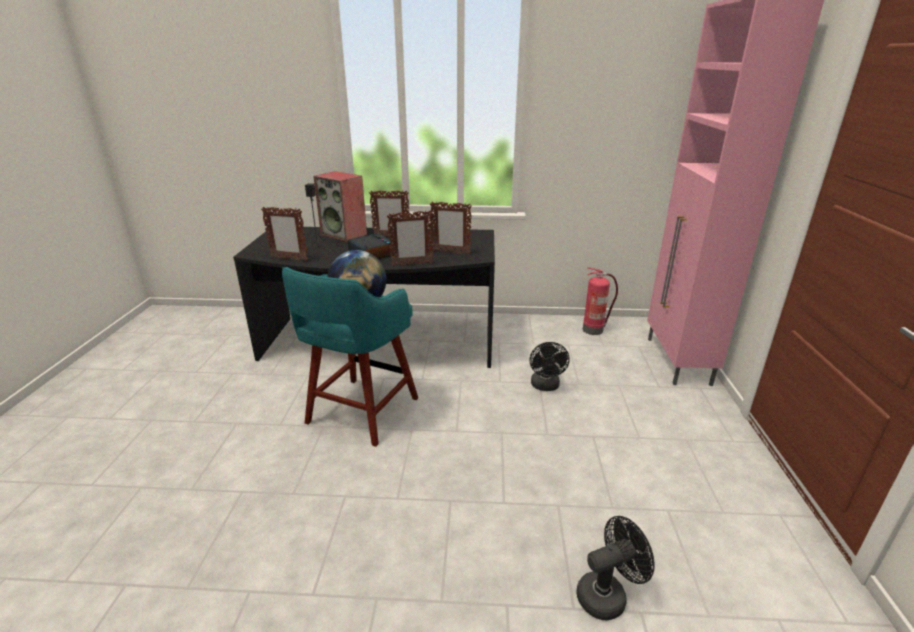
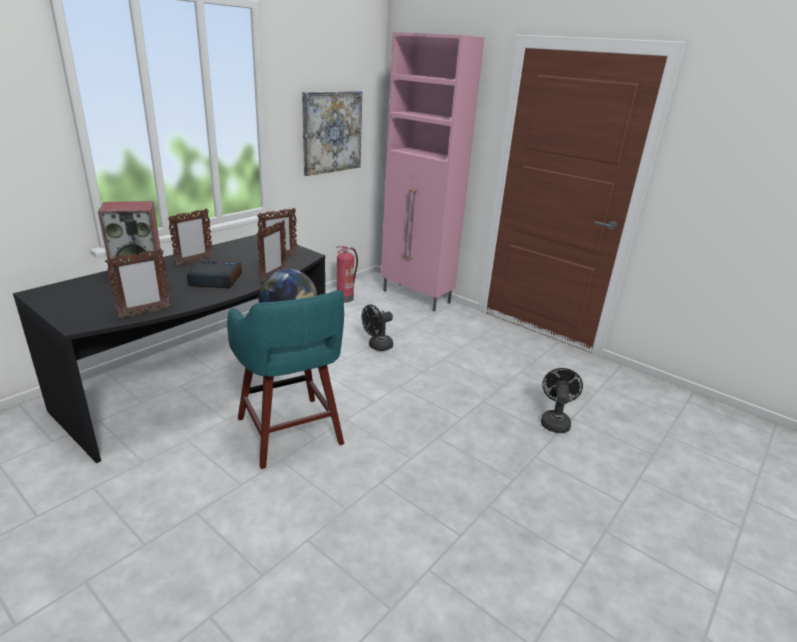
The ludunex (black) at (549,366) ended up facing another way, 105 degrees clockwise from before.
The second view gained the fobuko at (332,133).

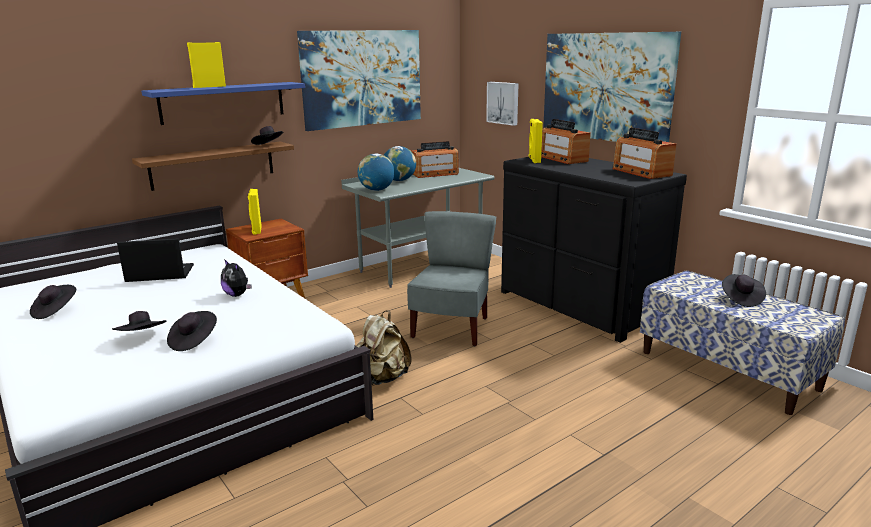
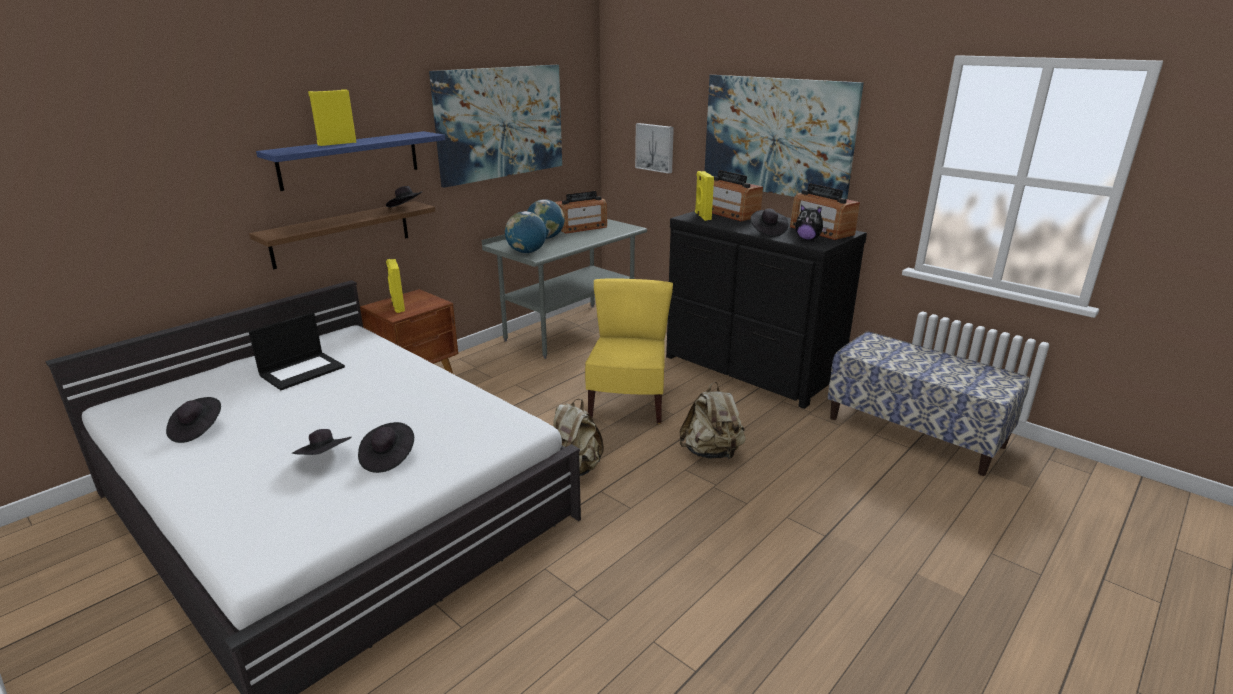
The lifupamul at (155,260) ended up facing another way, 150 degrees clockwise from before.
The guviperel ended up elsewhere, having gone from (236,278) to (811,222).
What was the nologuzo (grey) at (451,278) turned into the nologuzo (yellow) at (629,351).
The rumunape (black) ended up elsewhere, having gone from (744,290) to (769,222).
The second view gained the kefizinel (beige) at (712,420).

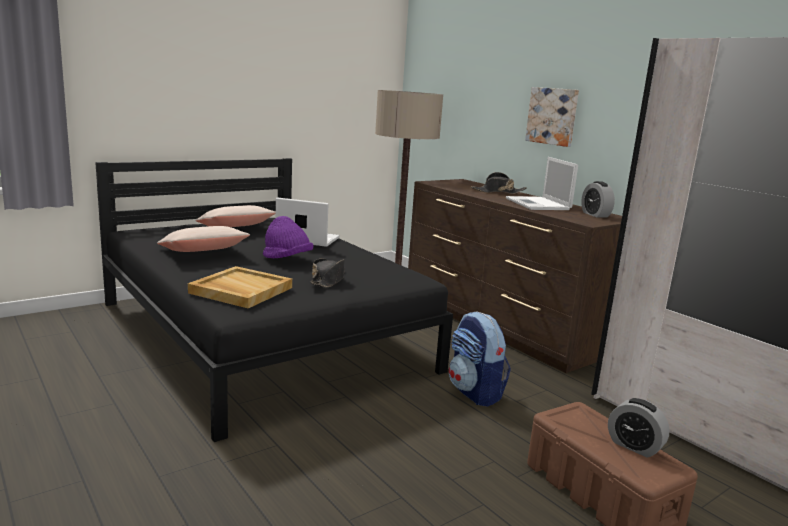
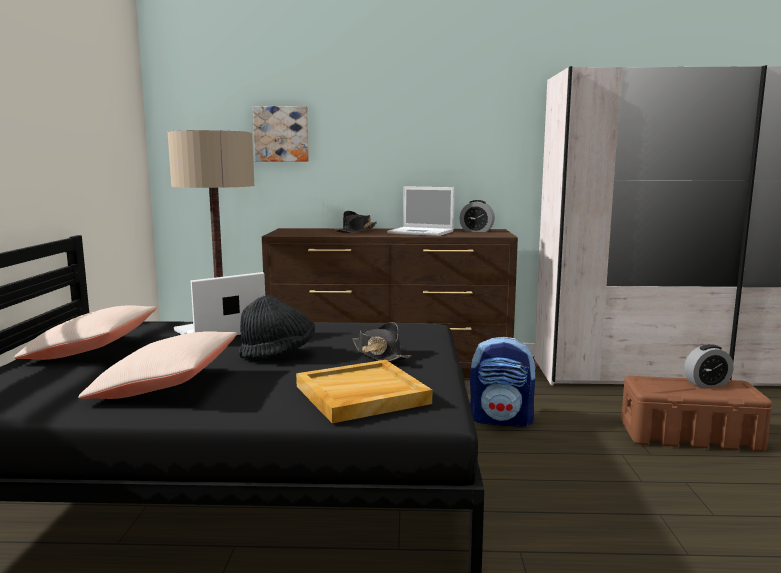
What was the rumunape (purple) at (288,237) turned into the rumunape (black) at (277,327).
The fobuko ended up elsewhere, having gone from (552,117) to (281,134).

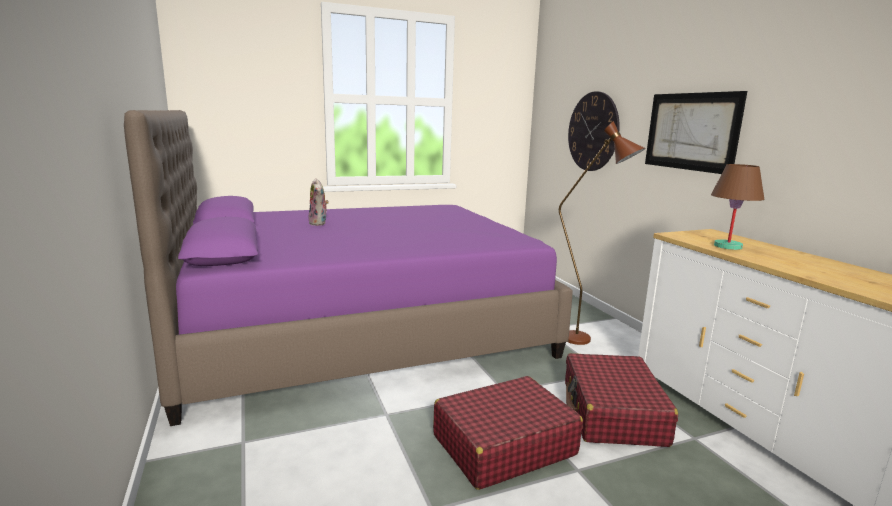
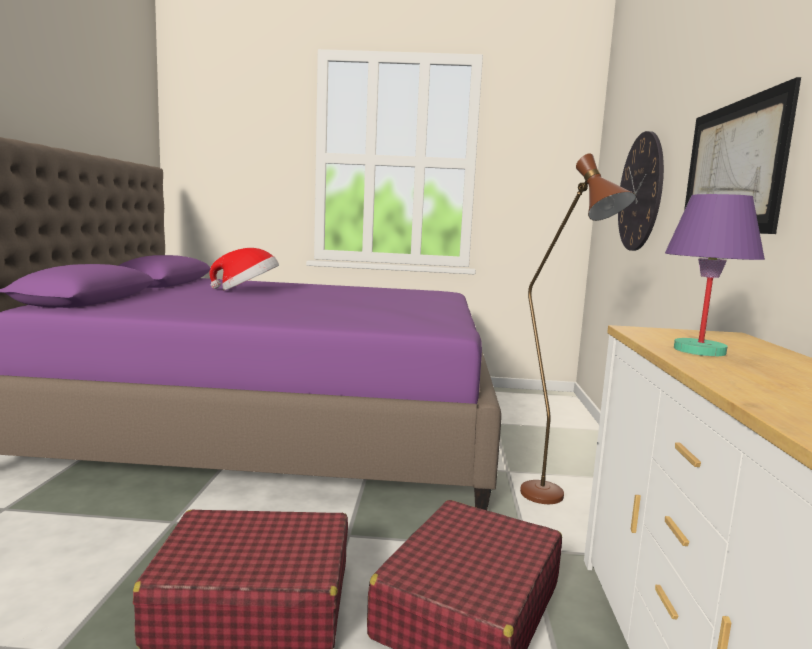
Where the guviperel stood at (319,202), the rumunape came to stand at (244,269).
What was the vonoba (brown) at (737,207) turned into the vonoba (purple) at (715,275).

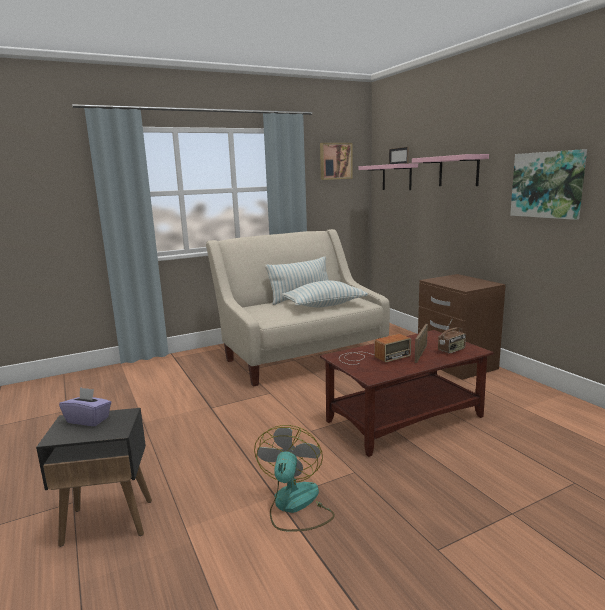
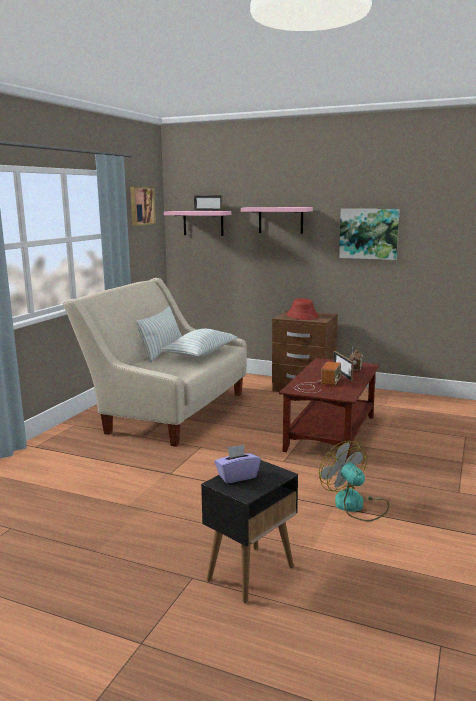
The second view gained the rumunape (red) at (303,309).

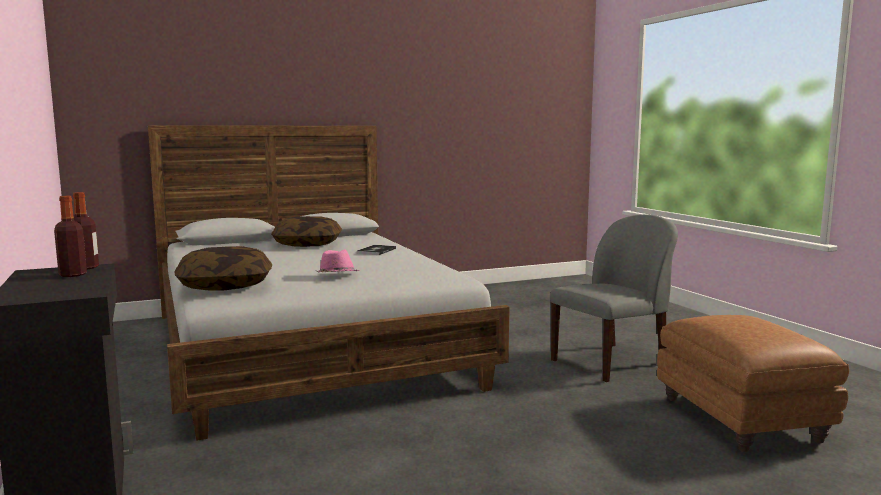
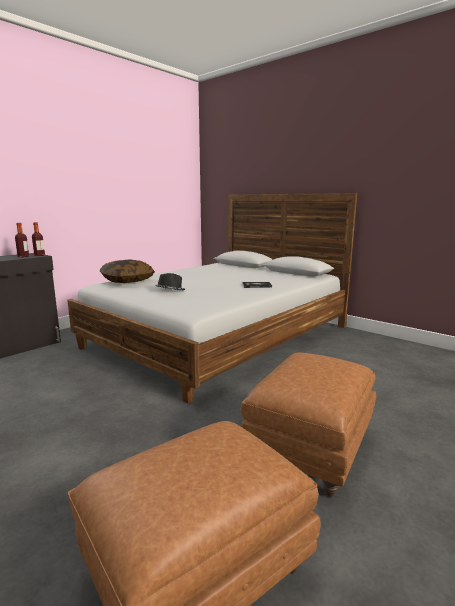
The second view lost the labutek at (306,231).
What was the rumunape (pink) at (337,260) turned into the rumunape (black) at (170,281).
Where the nologuzo (grey) stood at (614,298), the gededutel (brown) came to stand at (308,425).

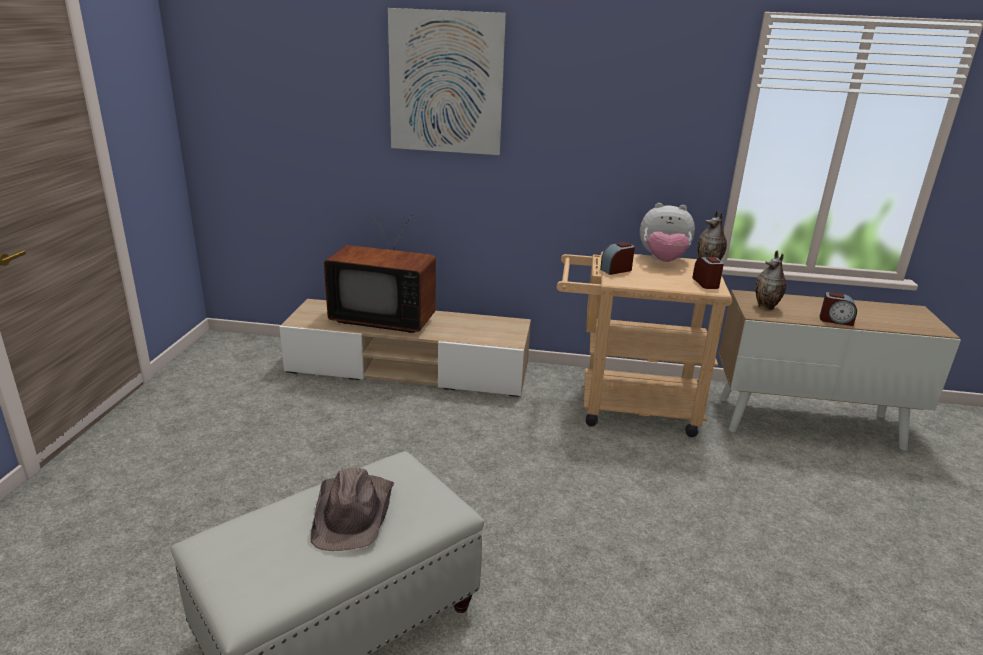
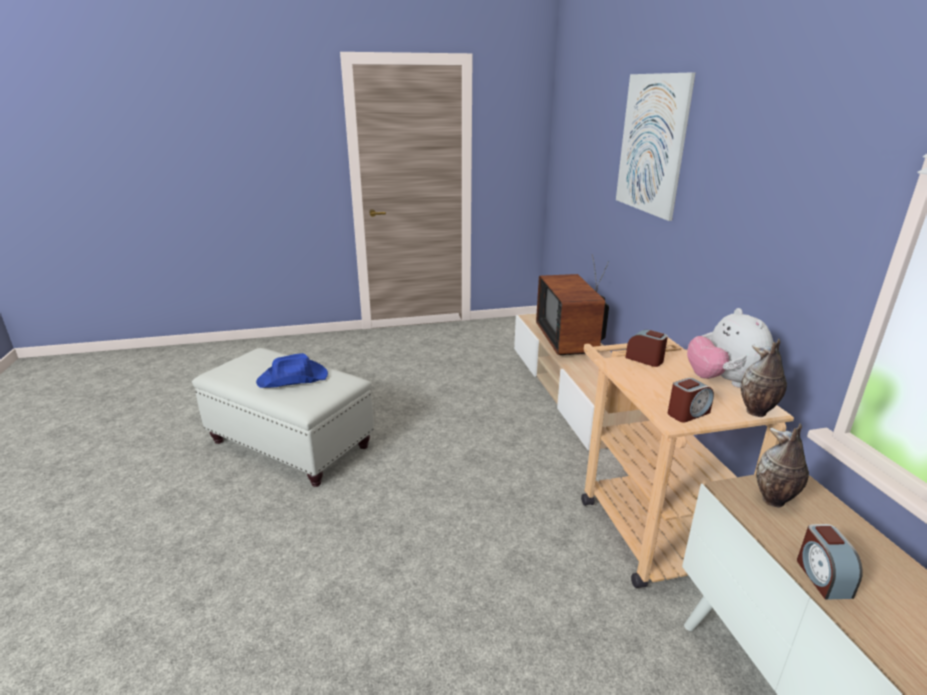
What was the rumunape (brown) at (352,509) turned into the rumunape (blue) at (292,370).

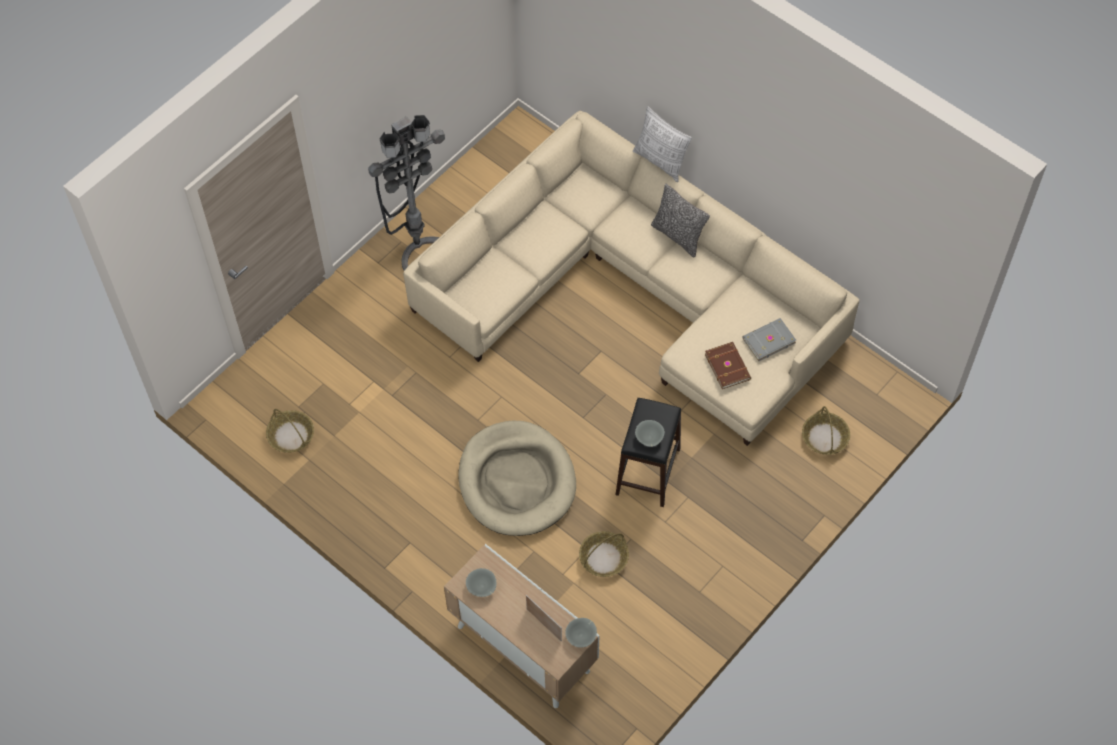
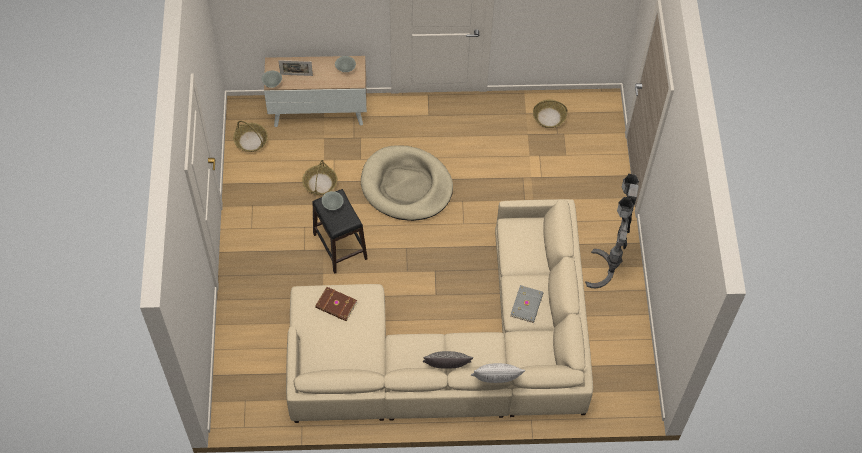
The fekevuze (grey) ended up elsewhere, having gone from (769,339) to (527,304).
The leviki ended up elsewhere, having gone from (826,430) to (250,136).

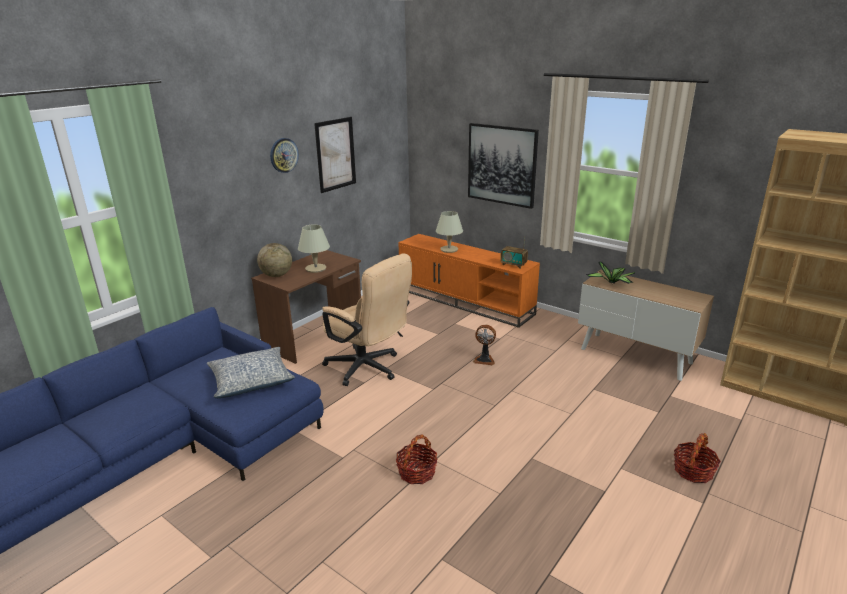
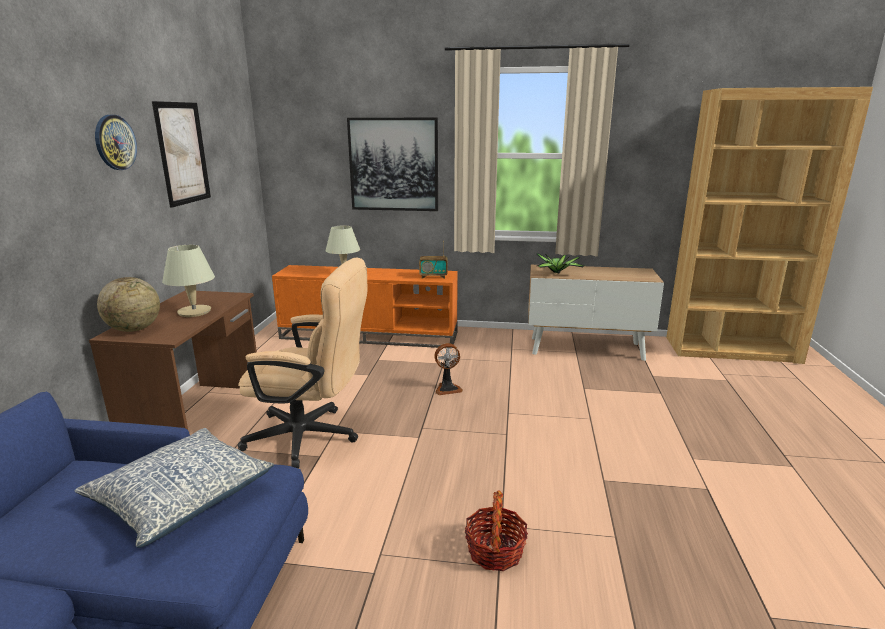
The second view lost the leviki at (697,458).

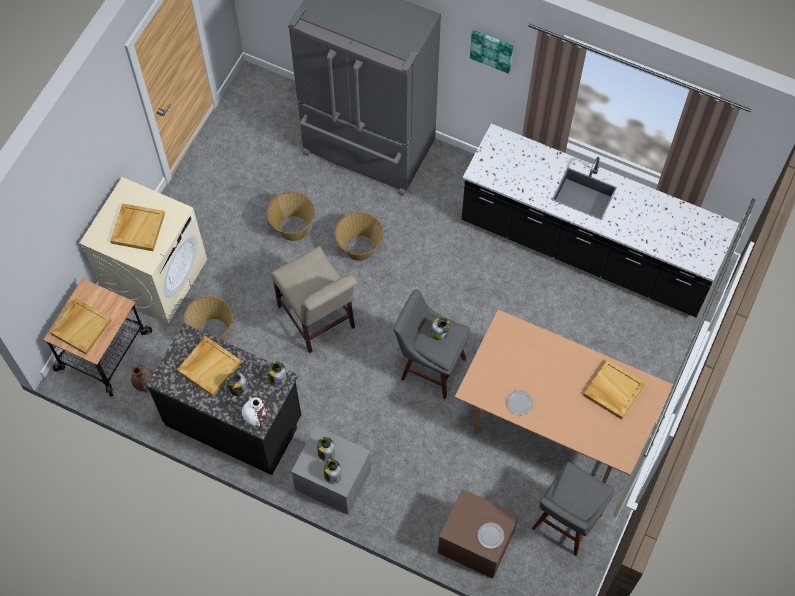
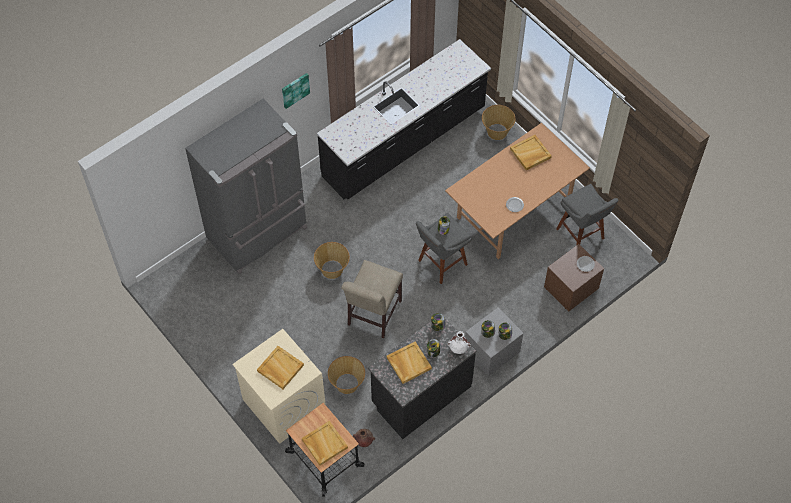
The leviki ended up elsewhere, having gone from (291,216) to (498,122).
The nologuzo (beige) at (314,299) ended up facing another way, 120 degrees clockwise from before.

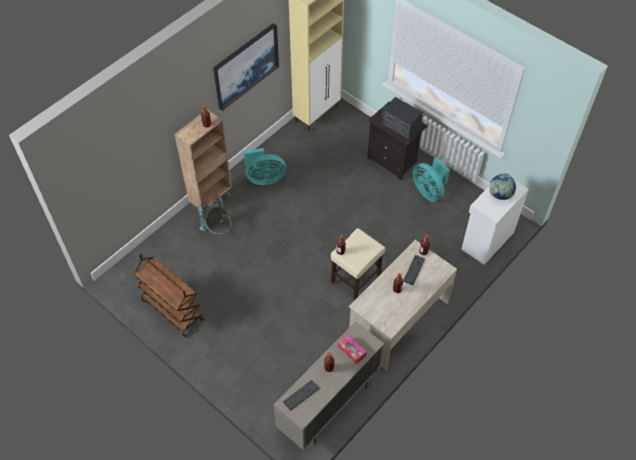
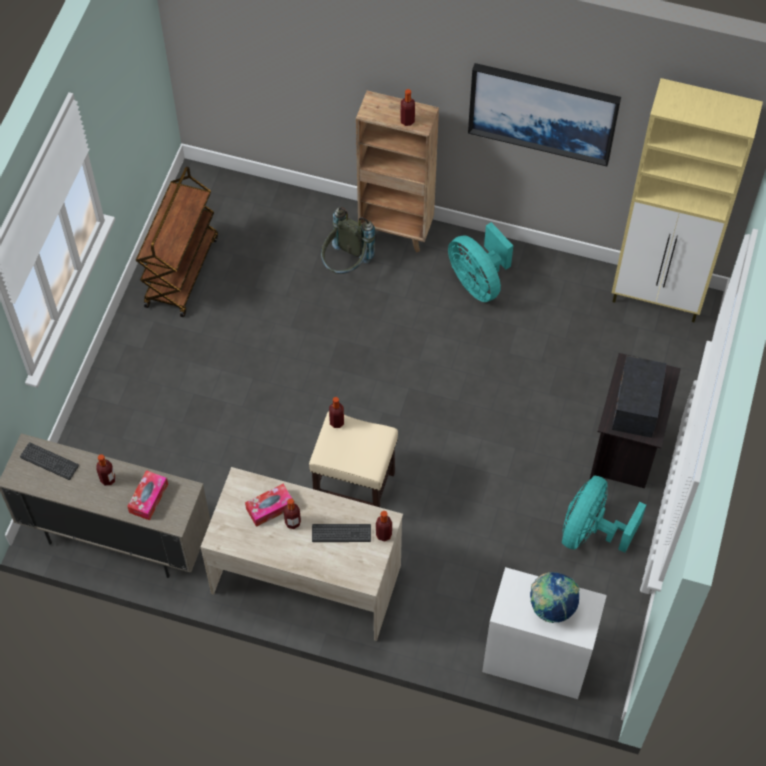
The second view gained the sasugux at (268,505).

